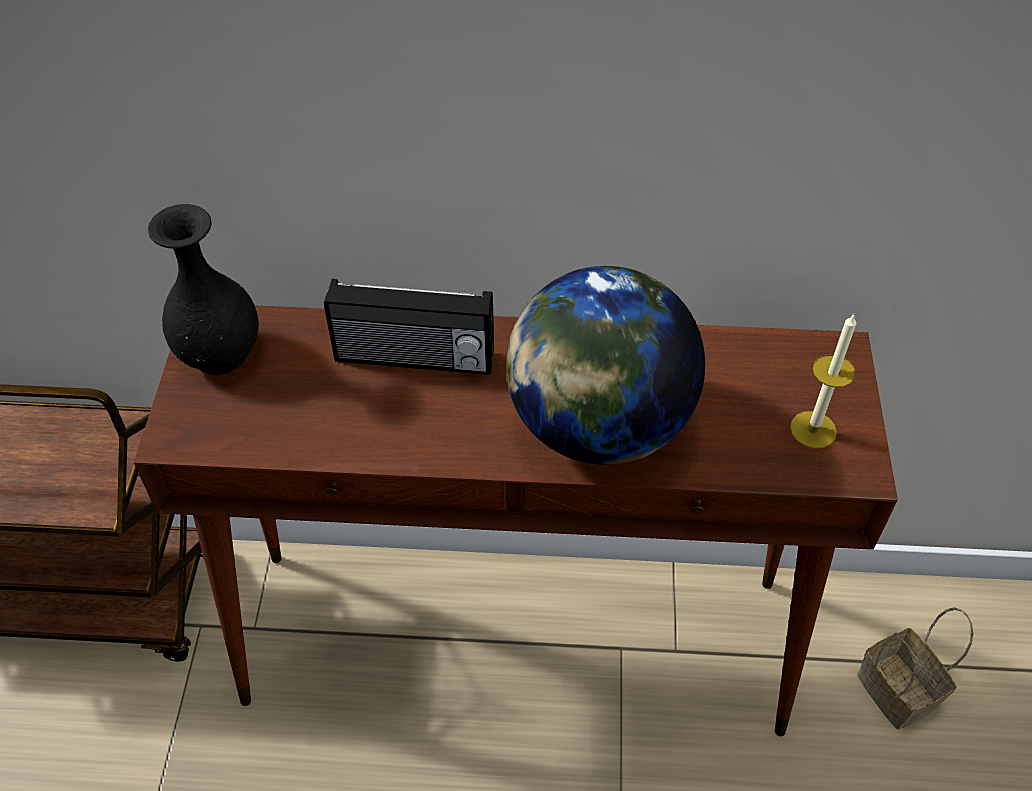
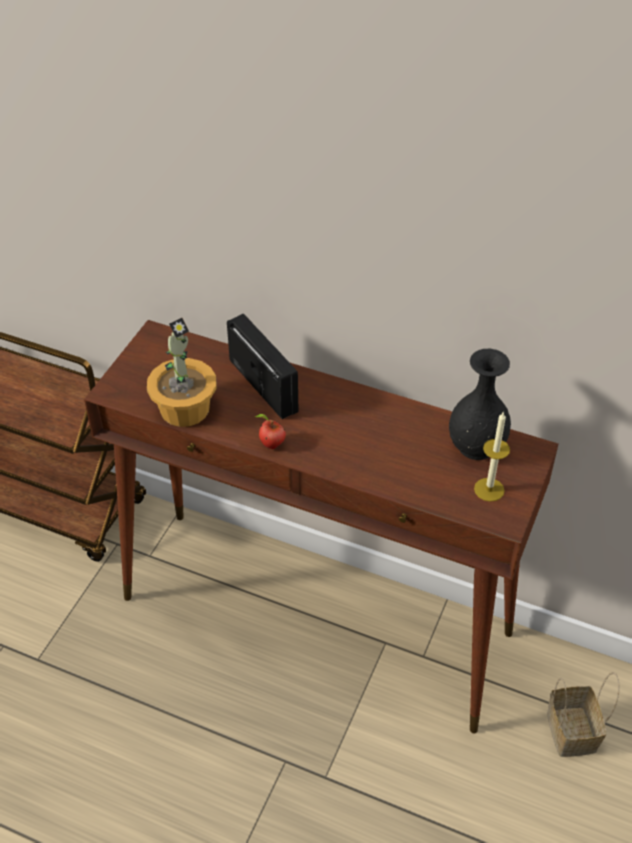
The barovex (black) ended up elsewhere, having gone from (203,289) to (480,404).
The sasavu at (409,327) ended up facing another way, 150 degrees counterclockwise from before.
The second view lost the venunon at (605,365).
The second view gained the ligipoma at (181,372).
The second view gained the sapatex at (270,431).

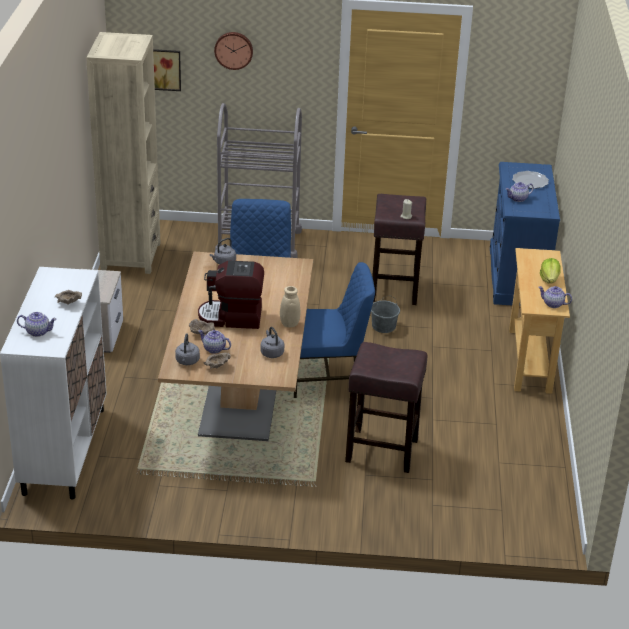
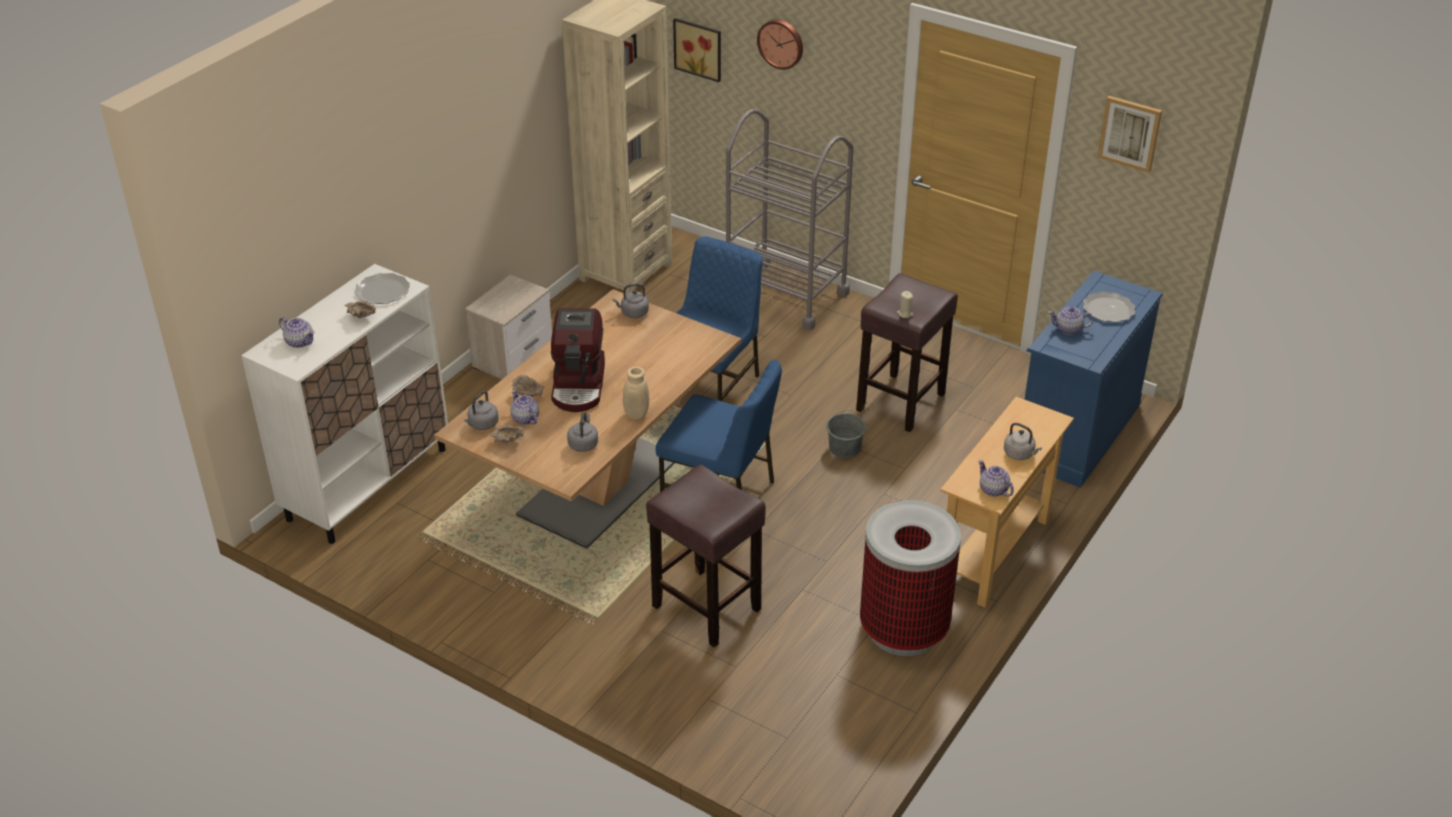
The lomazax at (231,294) ended up facing another way, 120 degrees counterclockwise from before.
Where the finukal stood at (550,271), the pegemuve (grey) came to stand at (1023,441).
The second view gained the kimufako at (382,288).
The second view gained the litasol at (910,578).
The second view gained the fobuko at (1129,134).

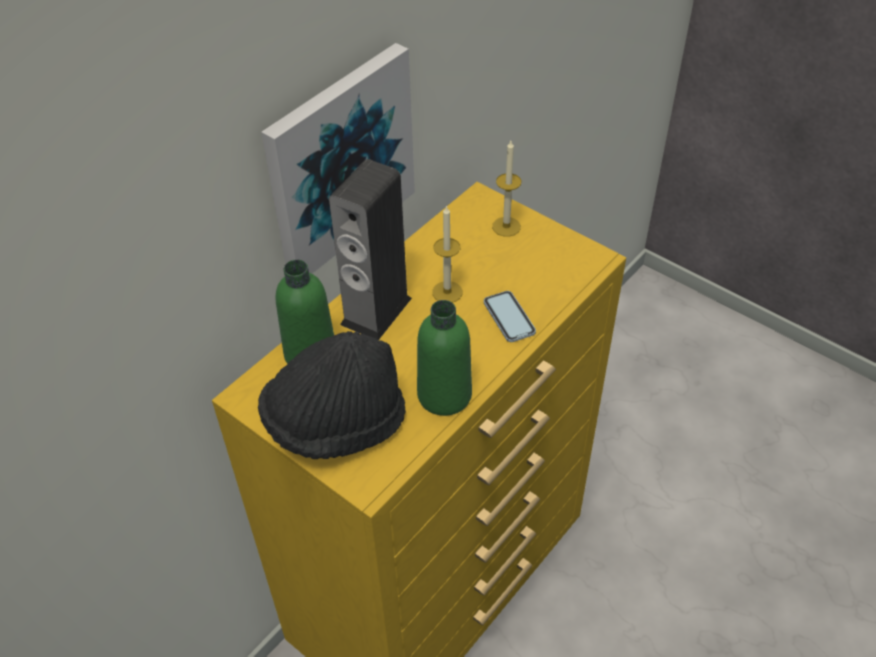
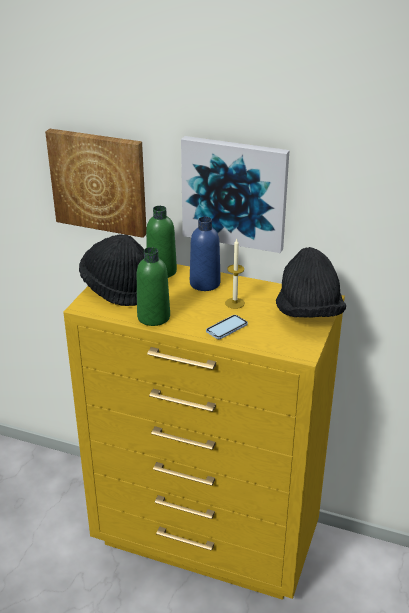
Where the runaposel stood at (370,249), the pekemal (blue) came to stand at (205,254).
Where the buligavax stood at (506,189), the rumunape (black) came to stand at (311,282).
The second view gained the fobuko at (95,183).

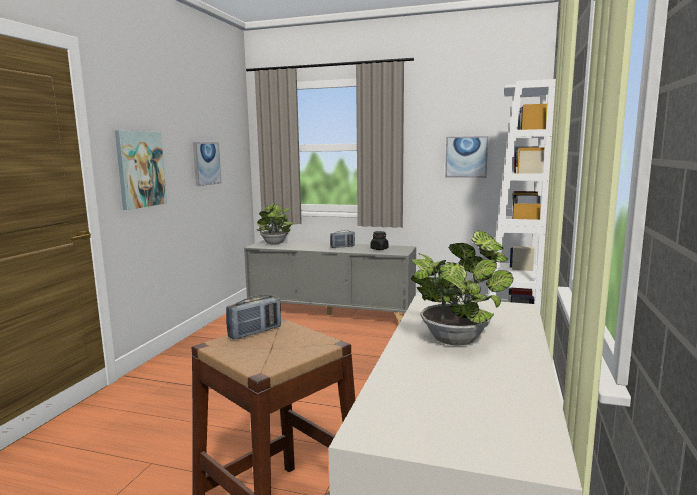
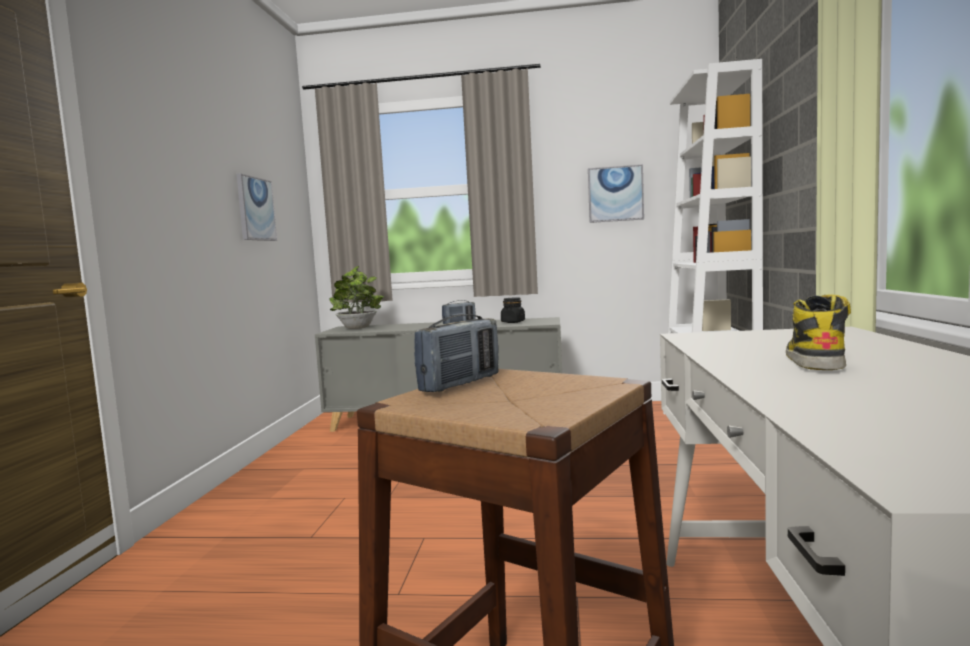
The second view lost the fobuko at (141,170).
Where the ligipoma stood at (462,288), the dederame came to stand at (818,332).

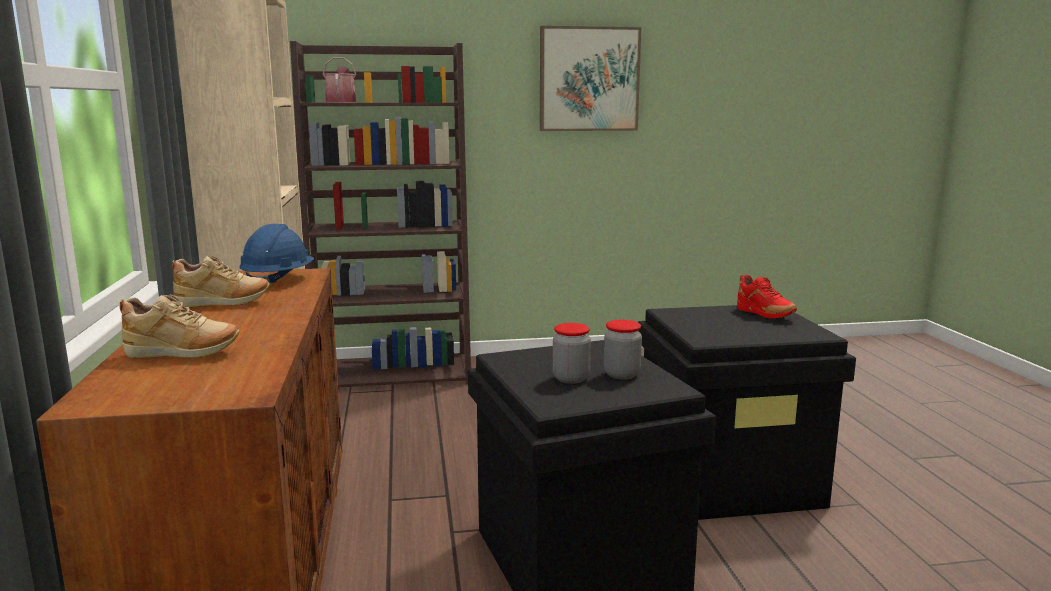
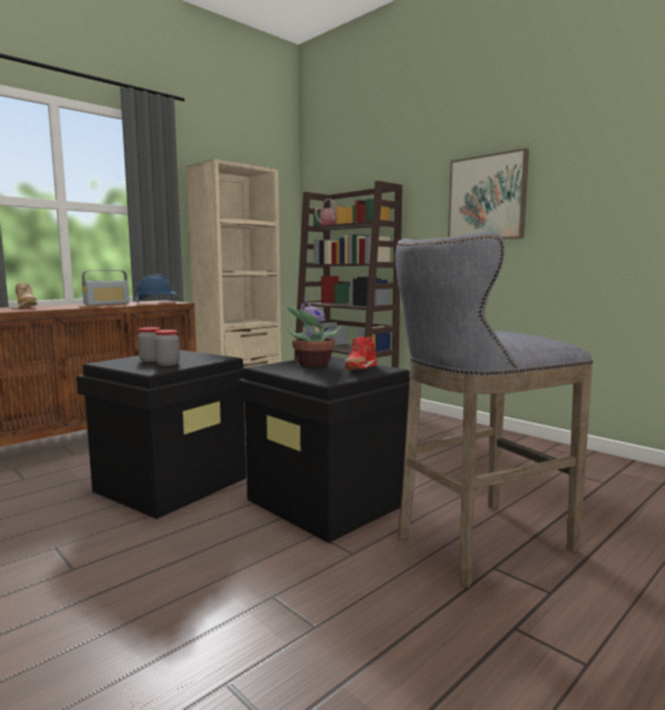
Where the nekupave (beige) stood at (221,282), the sasavu came to stand at (105,287).
The second view gained the ligipoma at (313,331).
The second view gained the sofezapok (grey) at (494,410).

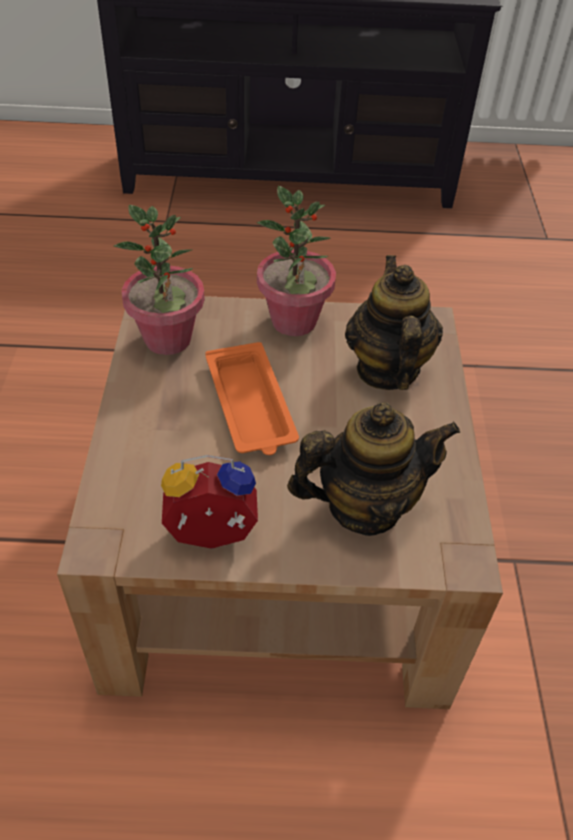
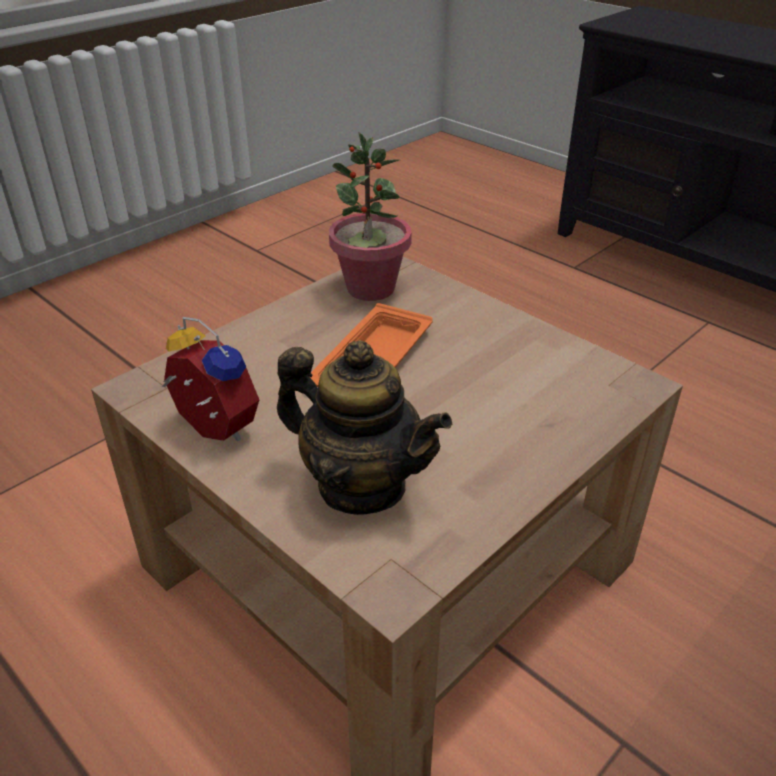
The second view lost the ligipoma at (296,261).
The second view lost the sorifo at (394,322).

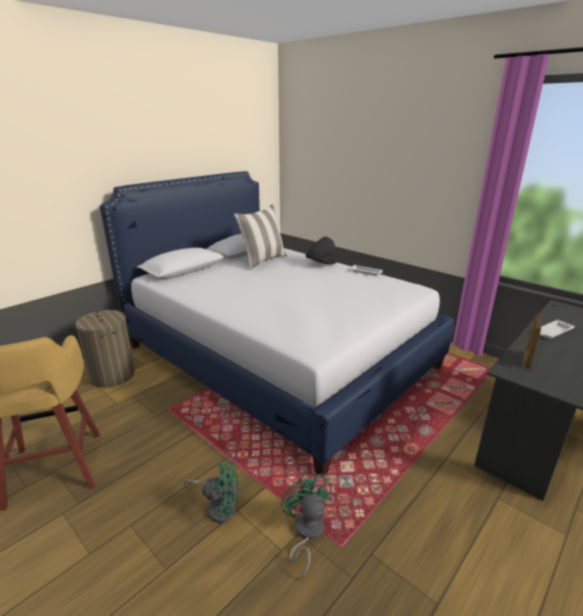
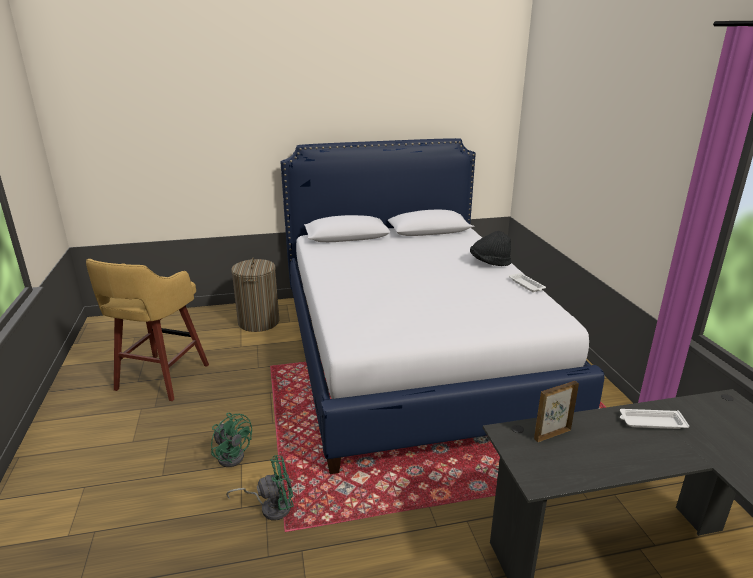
The second view lost the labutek at (260,237).
The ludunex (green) at (306,526) ended up facing another way, 60 degrees clockwise from before.

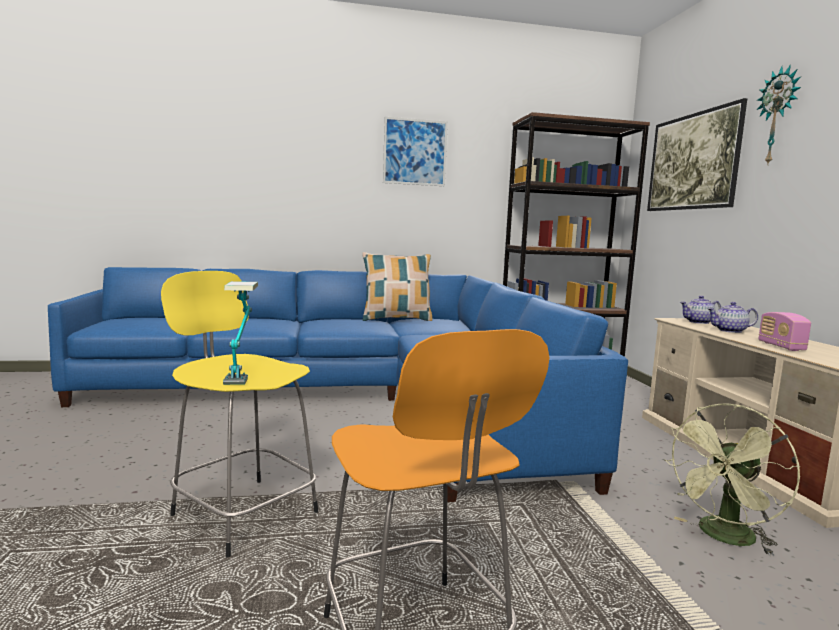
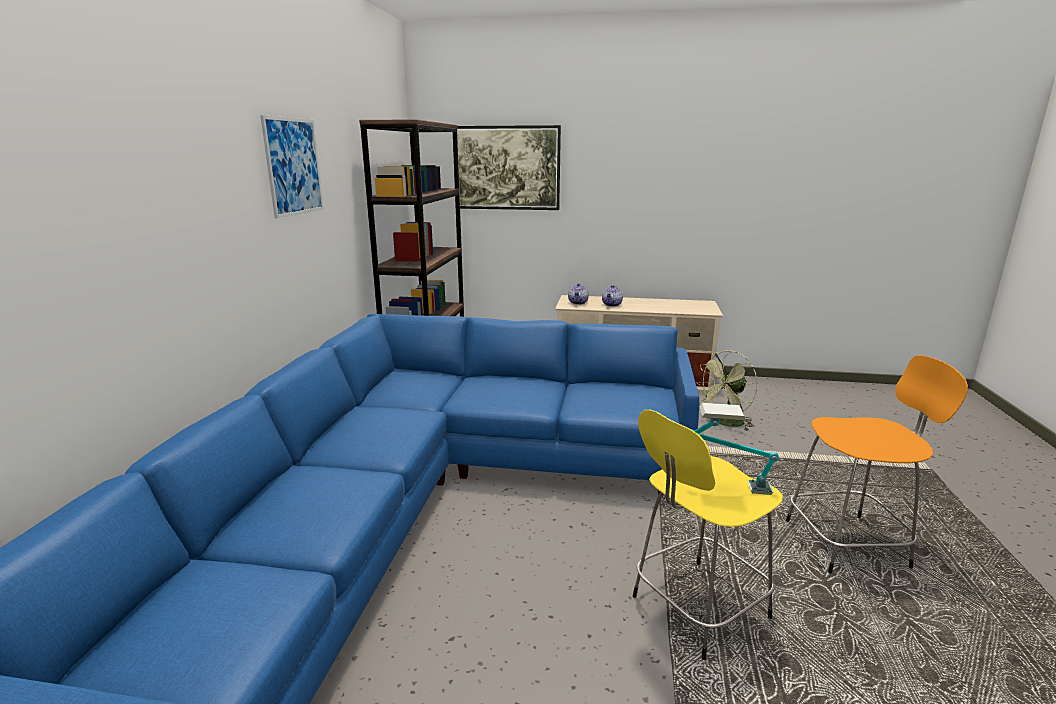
The second view lost the labutek at (397,286).
The ludunex (green) at (732,479) ended up facing another way, 75 degrees clockwise from before.
The second view lost the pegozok at (778,115).
The second view lost the sasavu at (784,331).

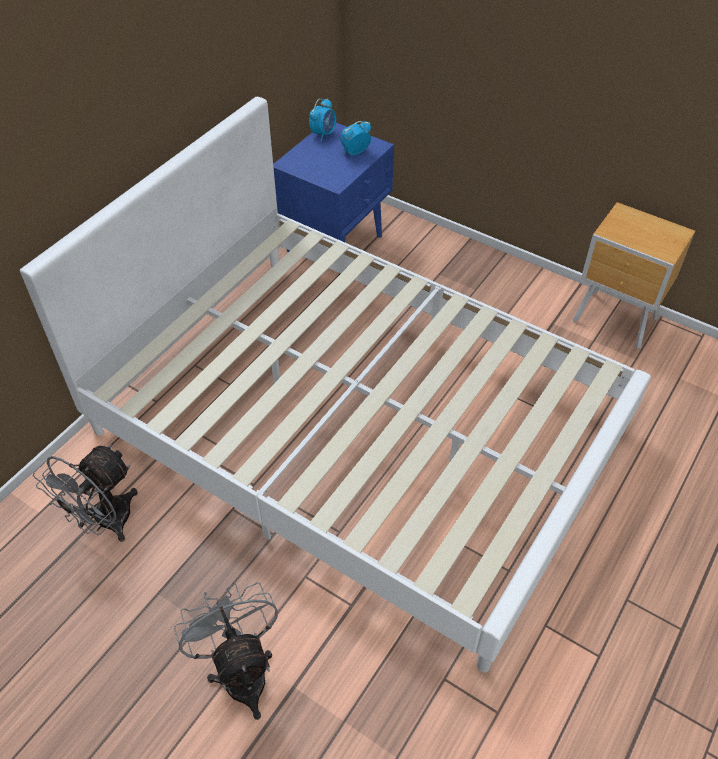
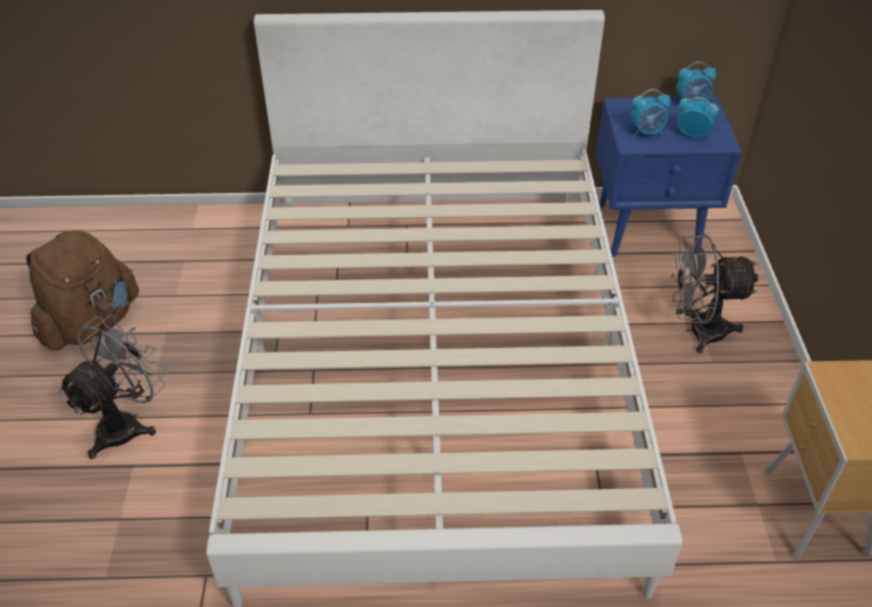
The ludunex (grey) ended up elsewhere, having gone from (85,493) to (714,293).
The second view gained the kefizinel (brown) at (82,290).
The second view gained the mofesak at (650,113).

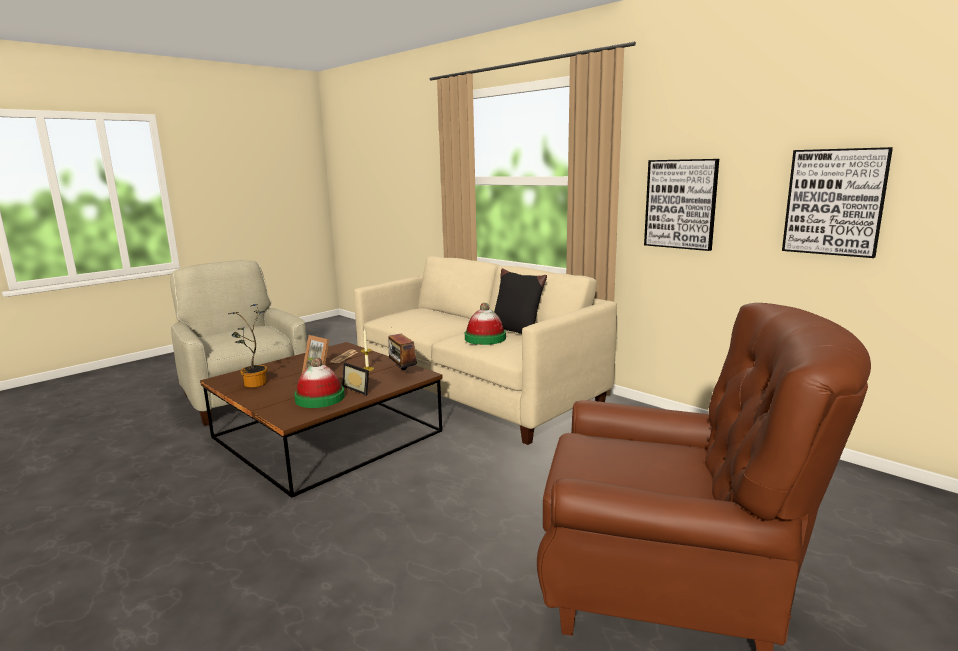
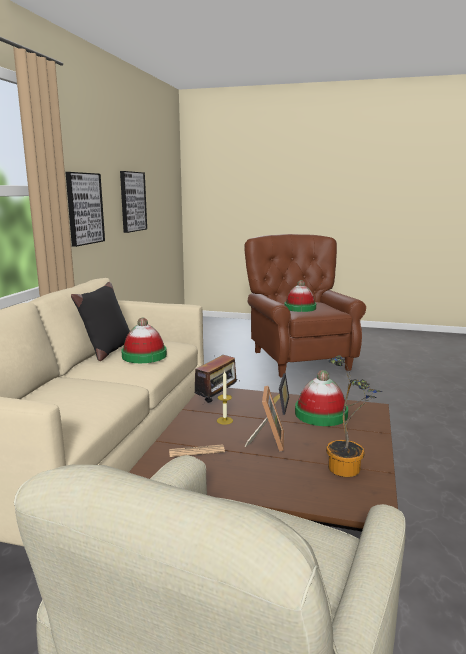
The second view gained the rumunape at (300,296).

